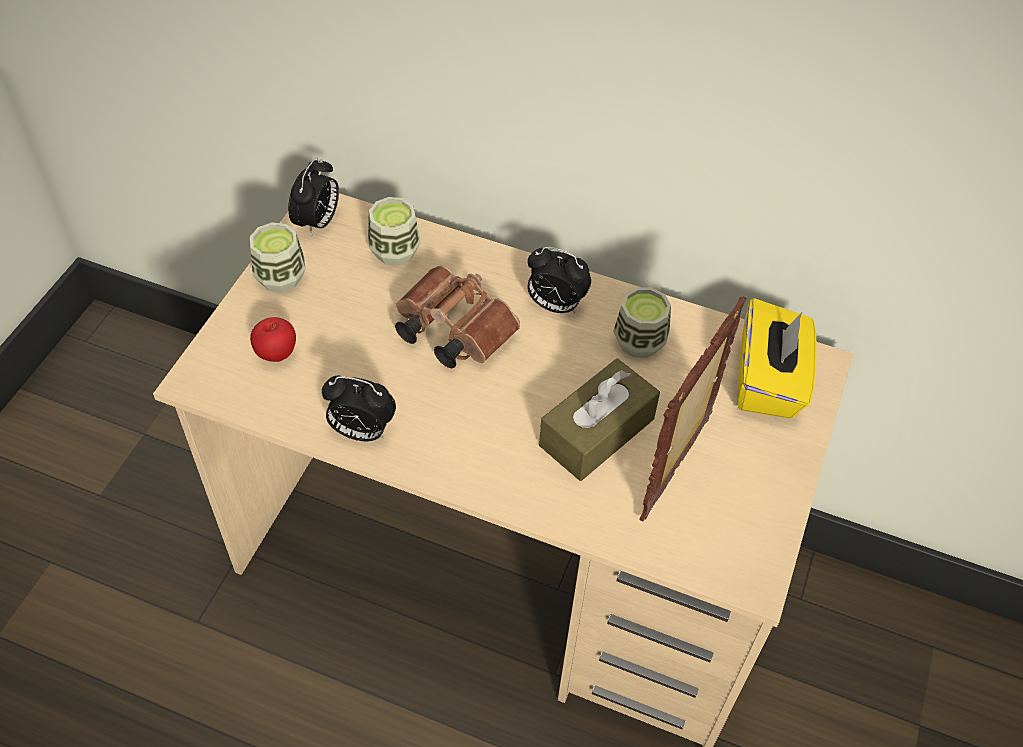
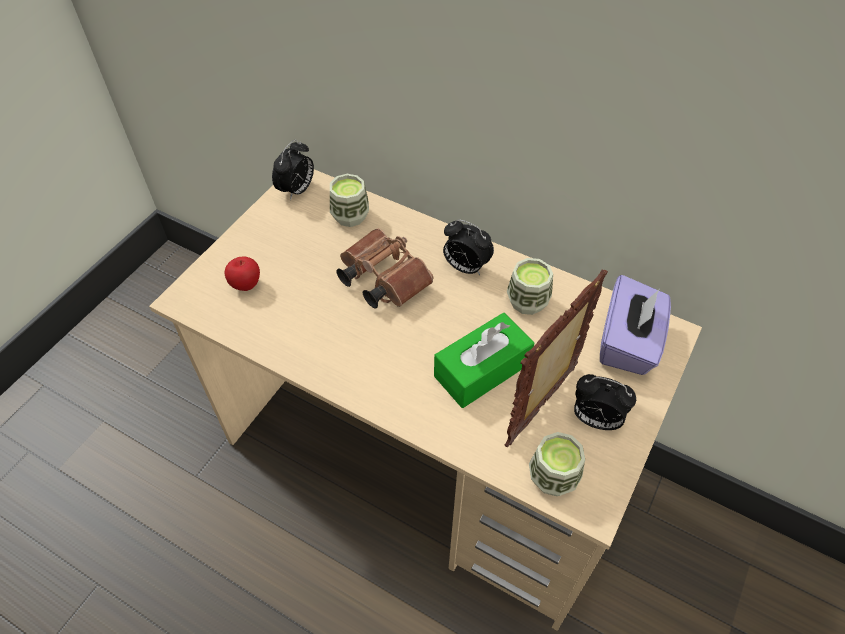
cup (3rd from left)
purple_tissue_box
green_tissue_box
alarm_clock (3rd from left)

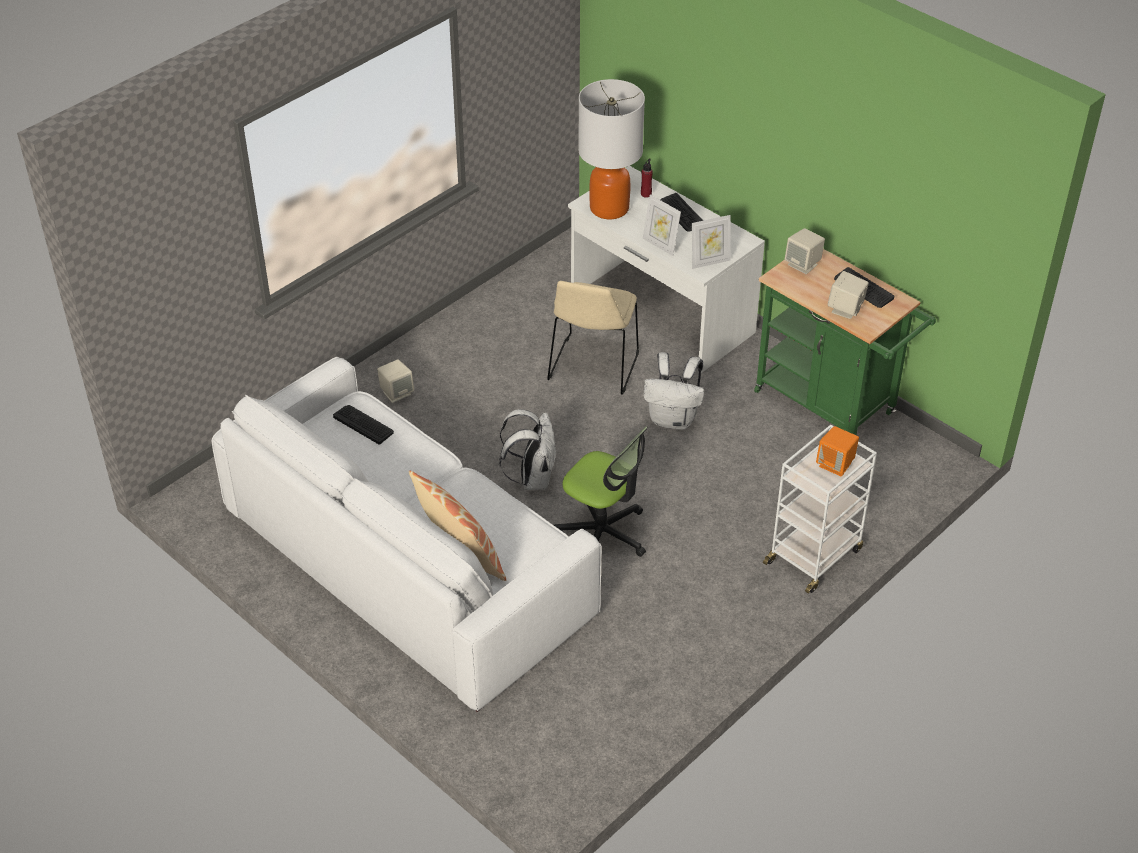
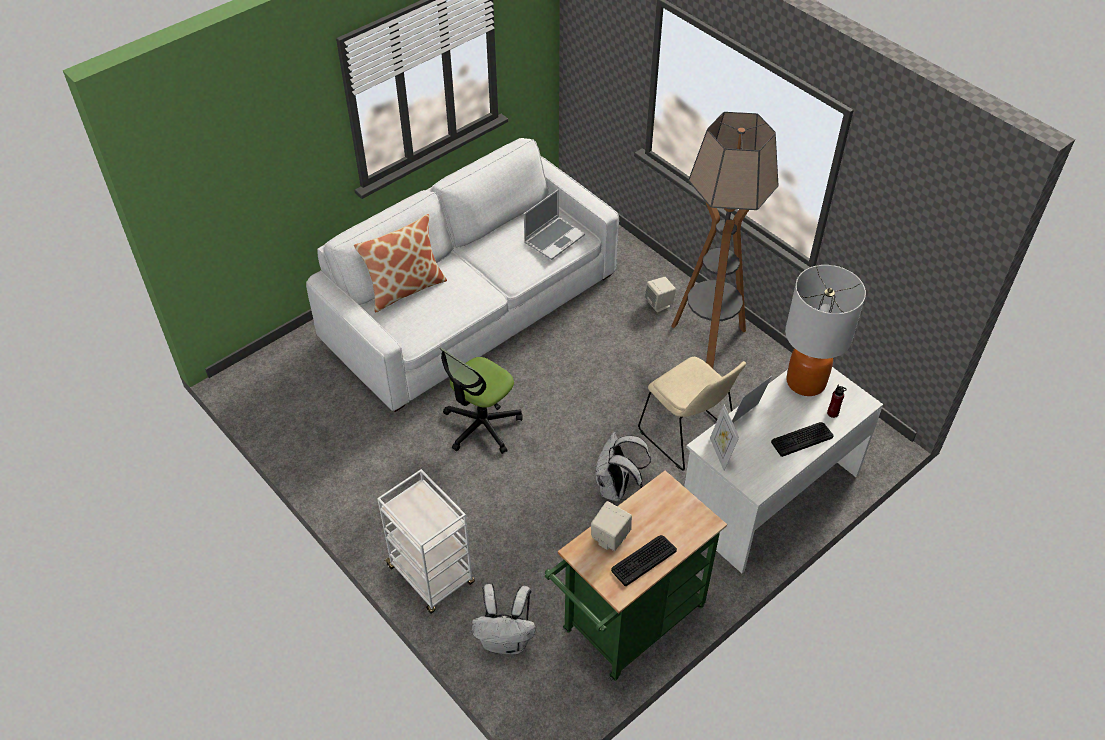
beige_speaker (2nd from left in the first image)
beige_chair
laptop
white_backpack (1st from left)
orange_speaker
floor_lamp

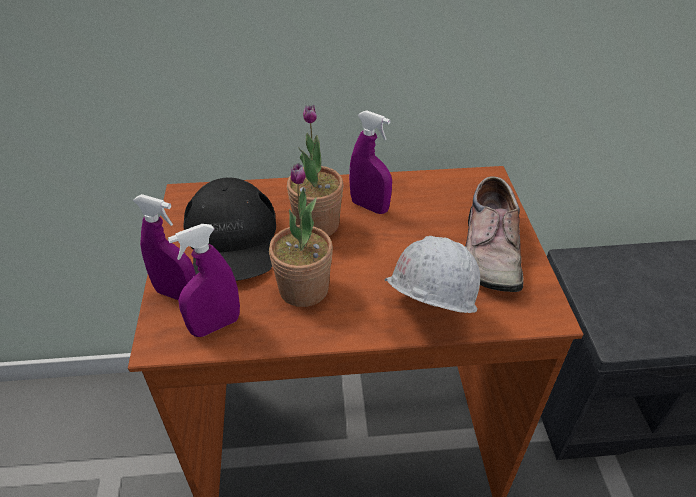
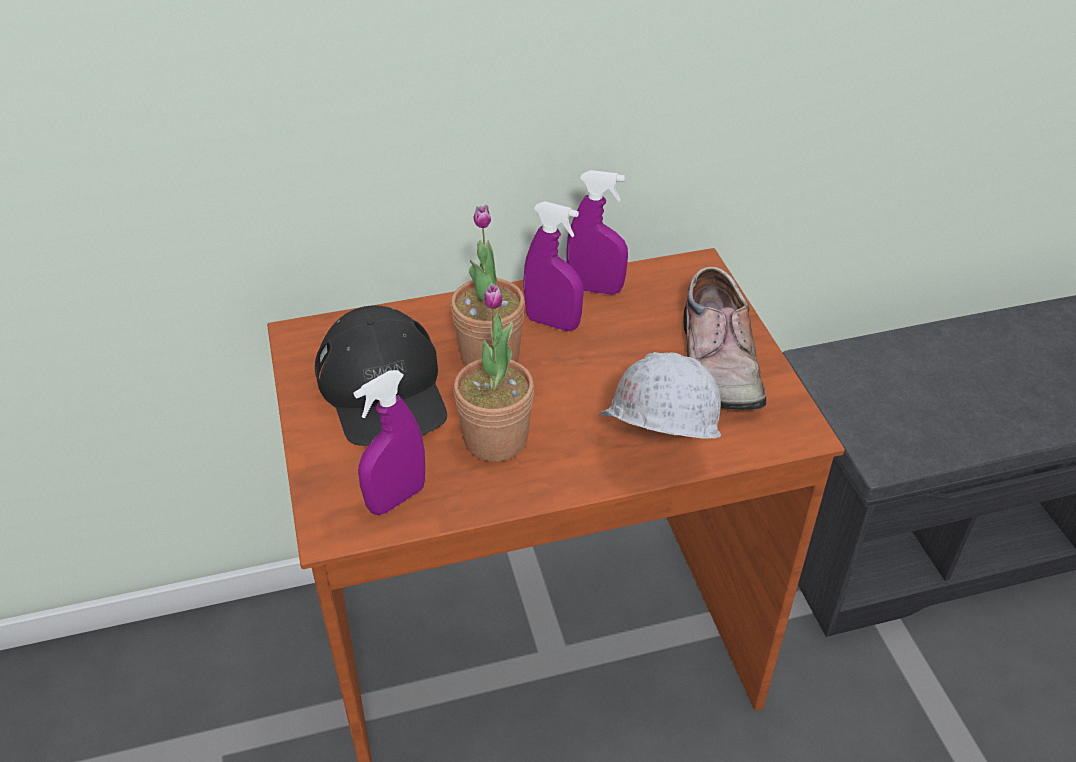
purple_spray_bottle (3rd from left)

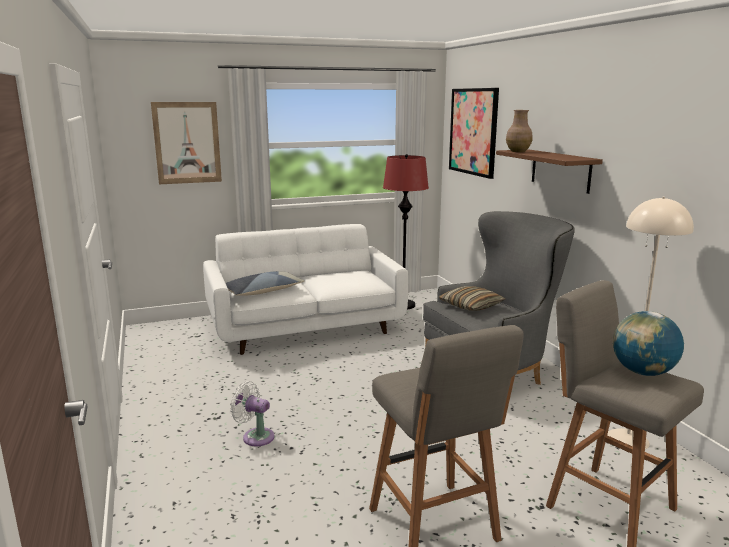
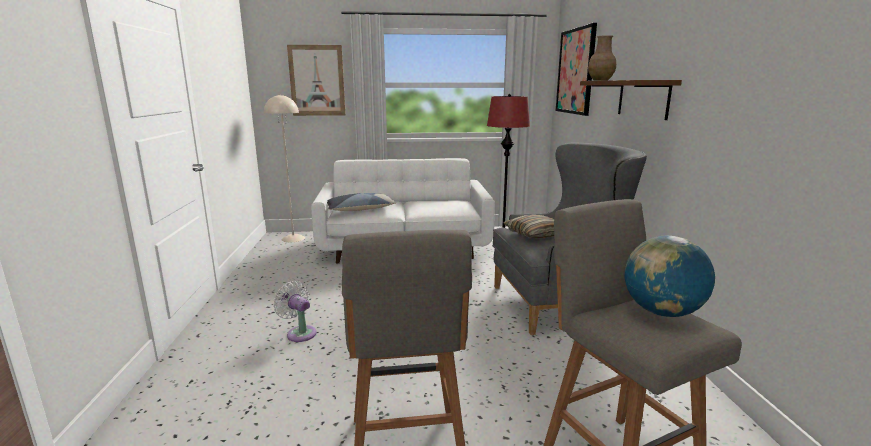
beige_floor_lamp

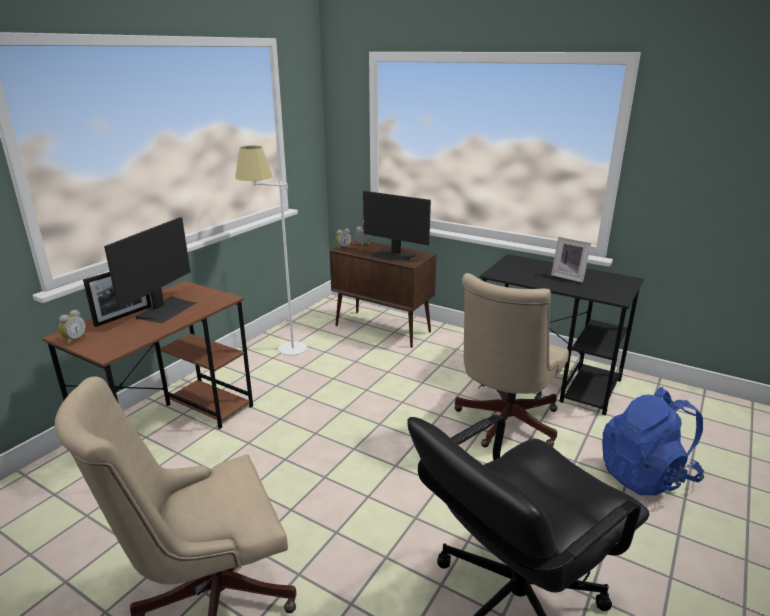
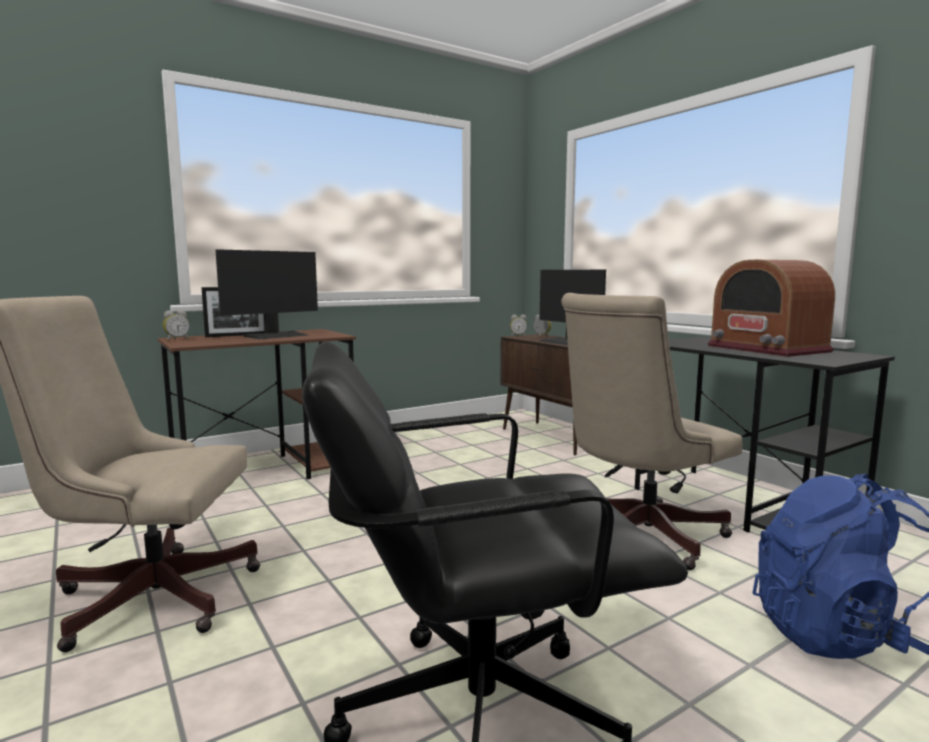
white_floor_lamp
radio

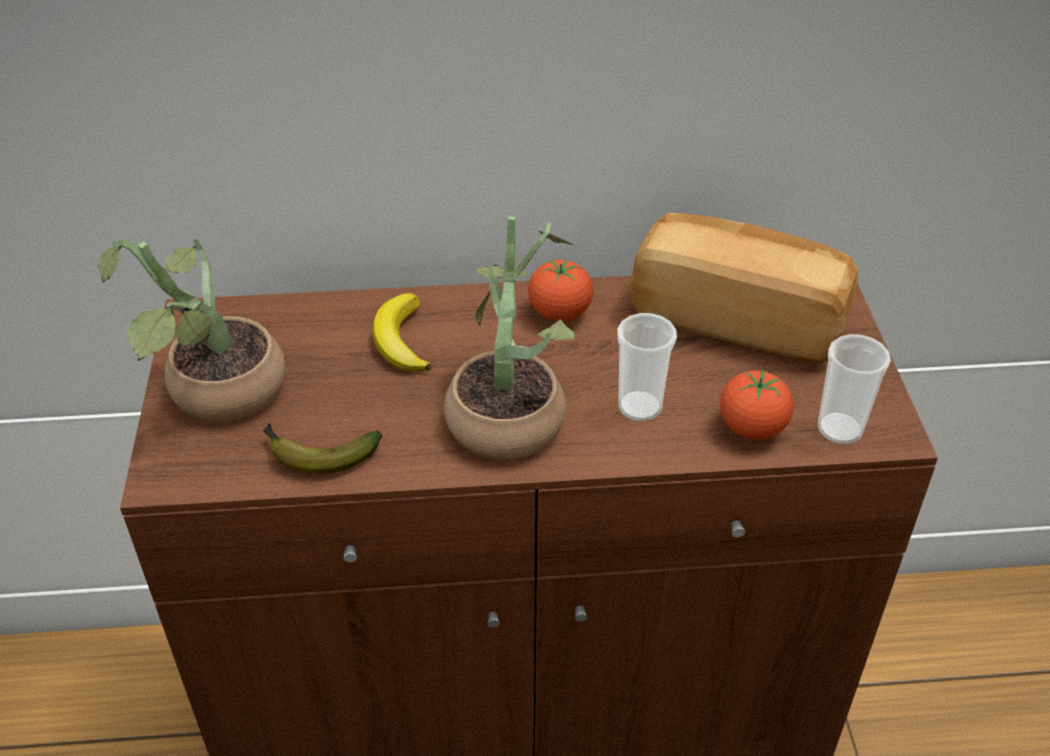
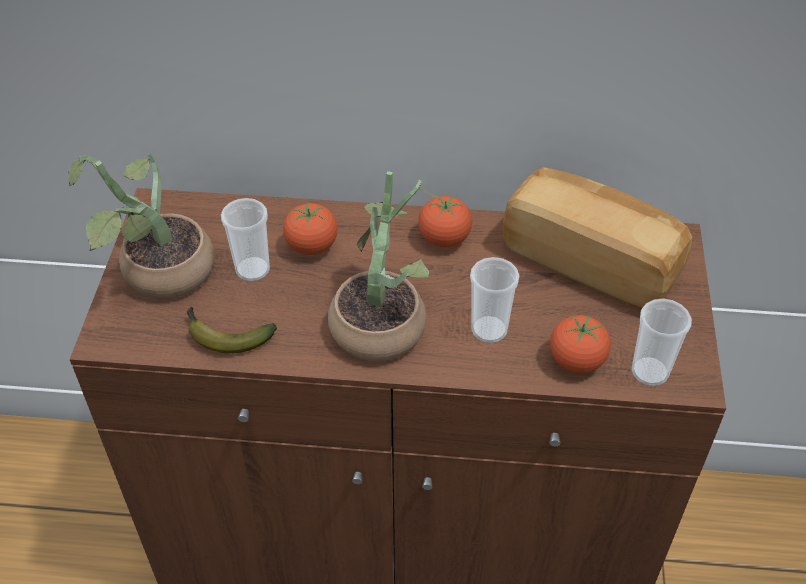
tomato (1st from left)
cup (1st from left)

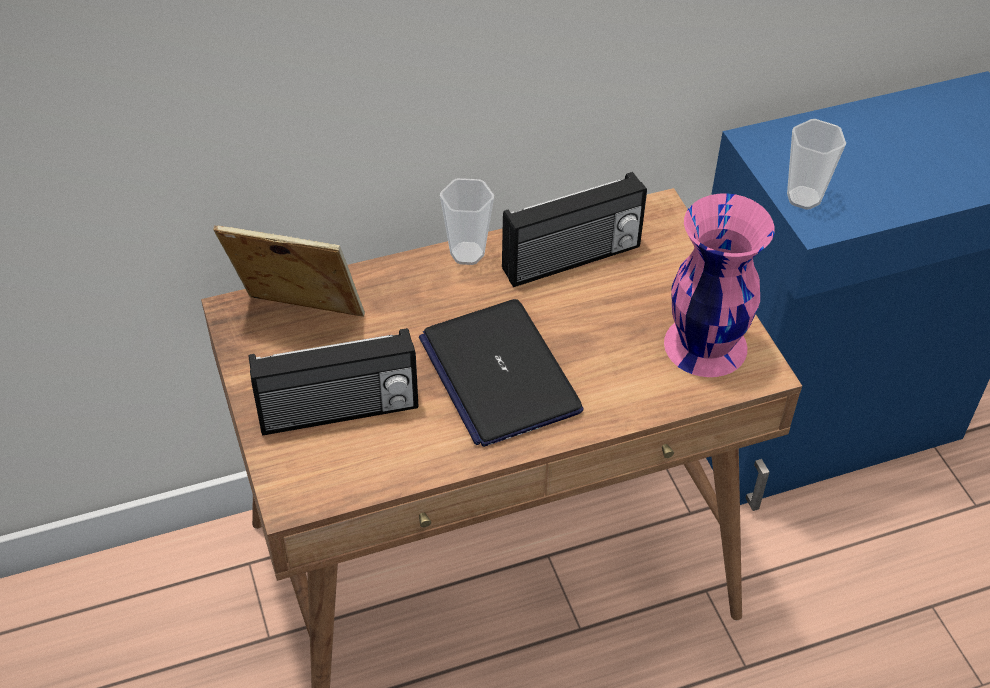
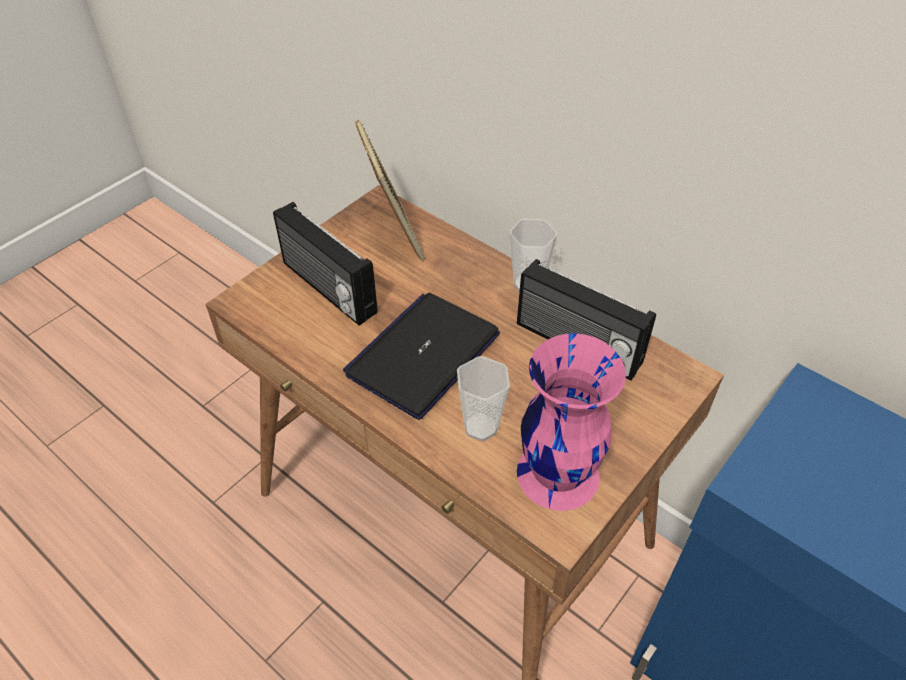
cup (1st from left)

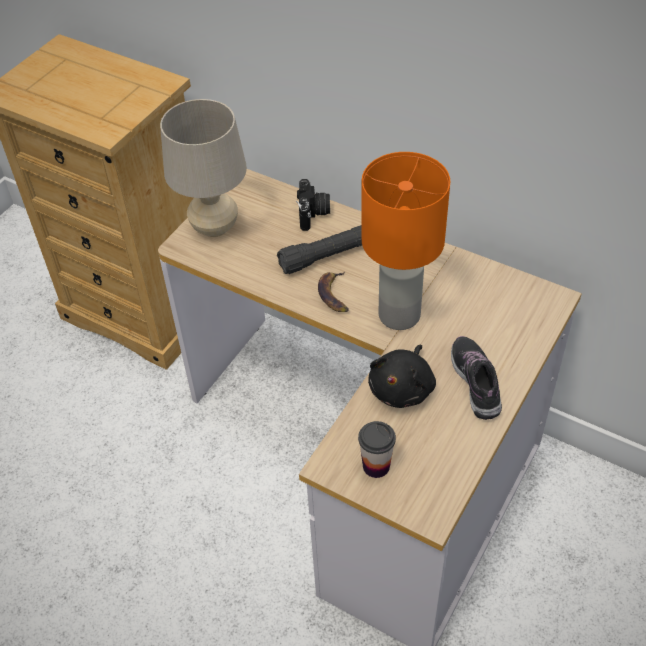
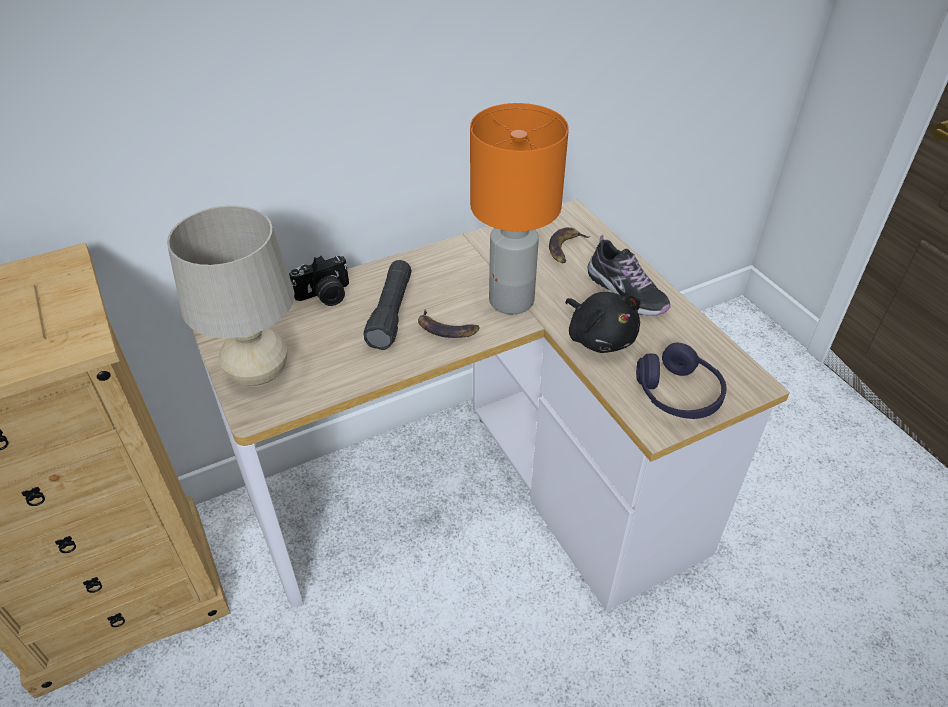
photo_camera
shoe
purple_headphones
banana (2nd from left)

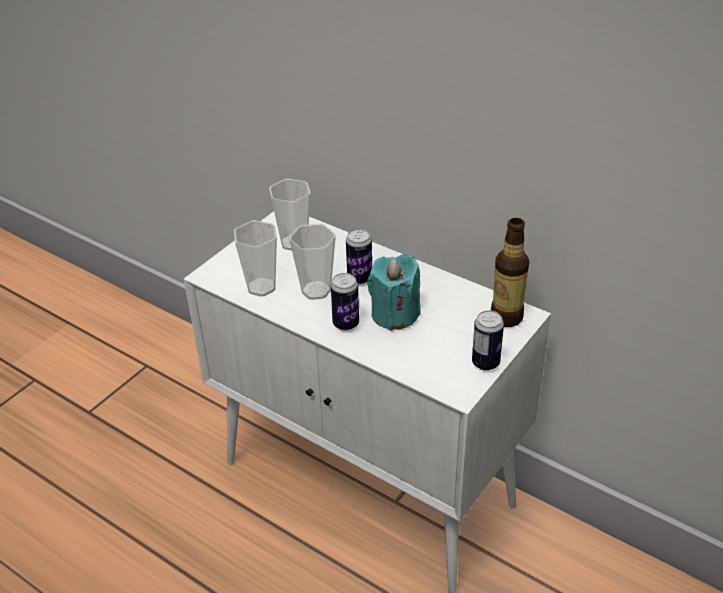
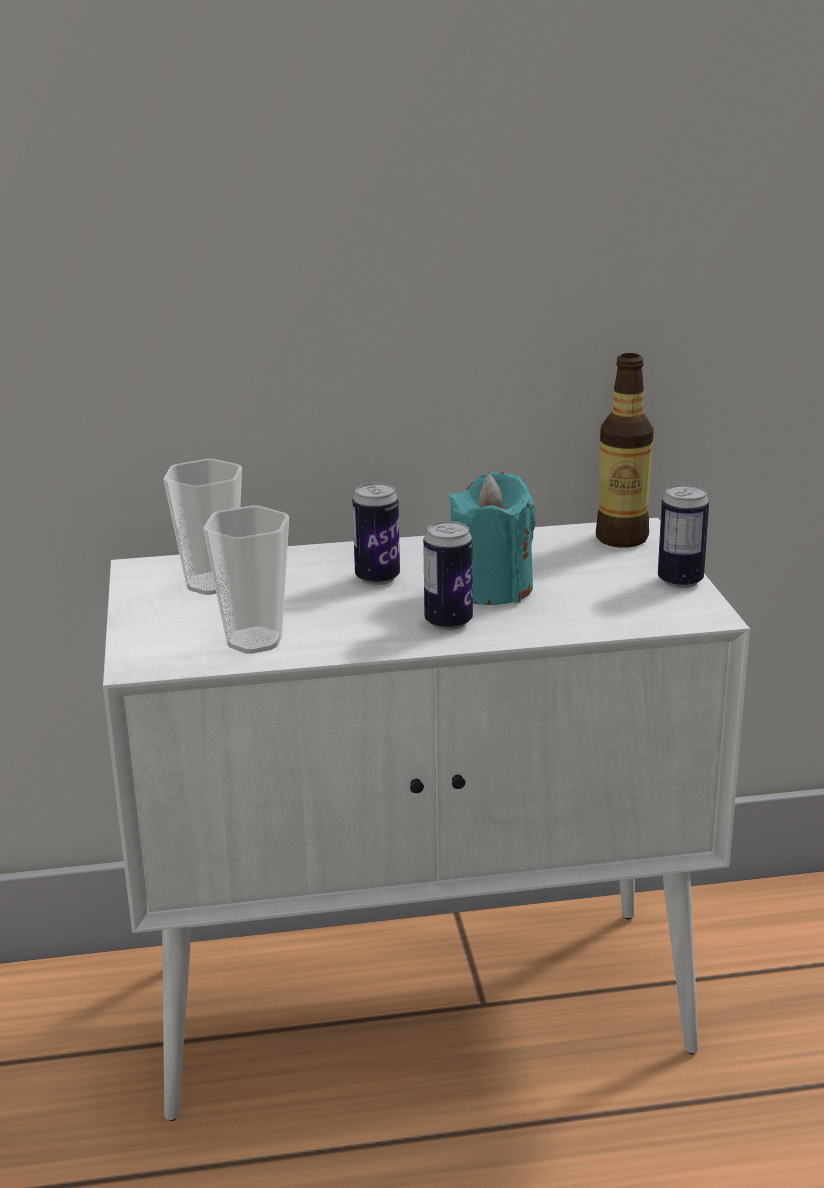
cup (3rd from left in the first image)

